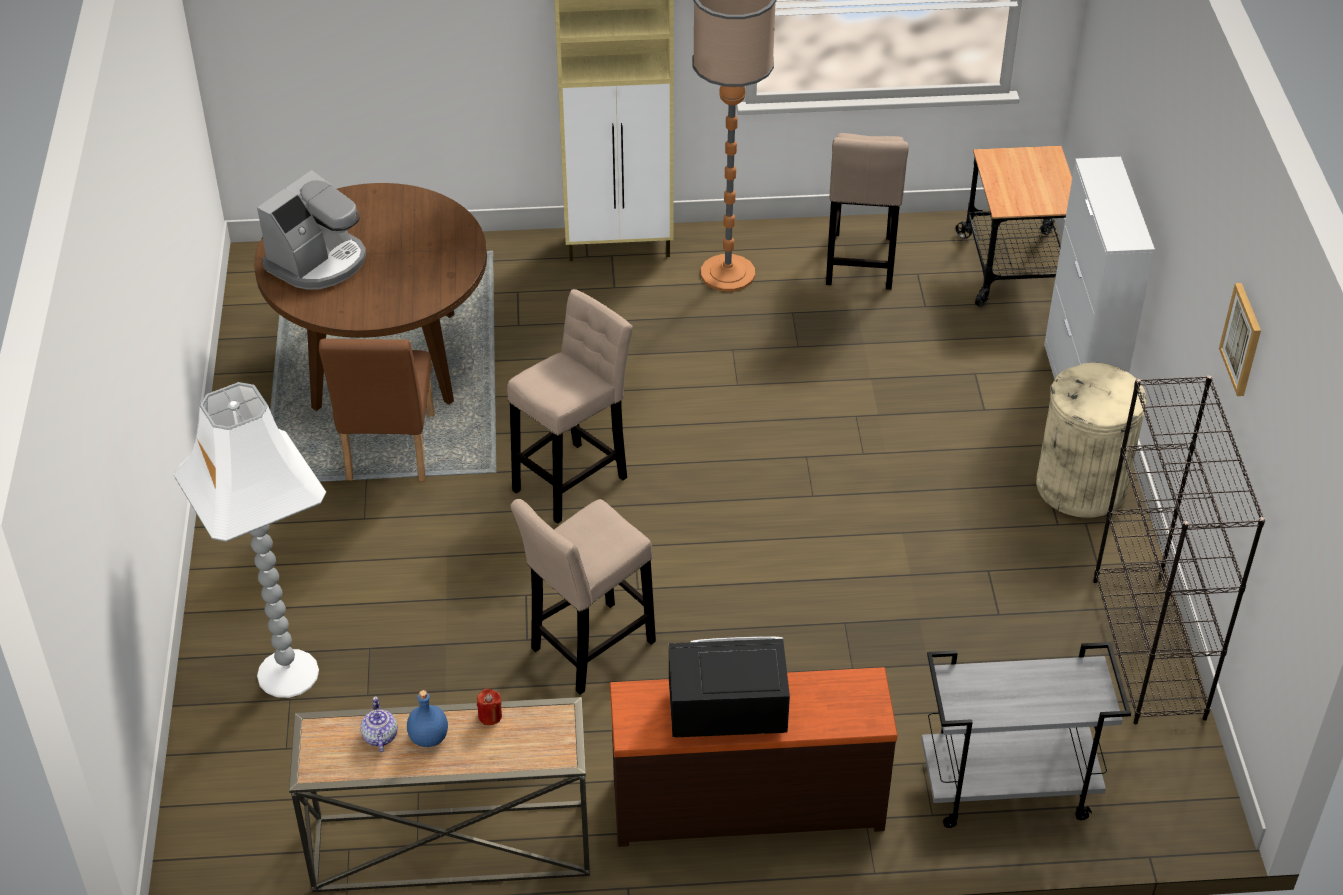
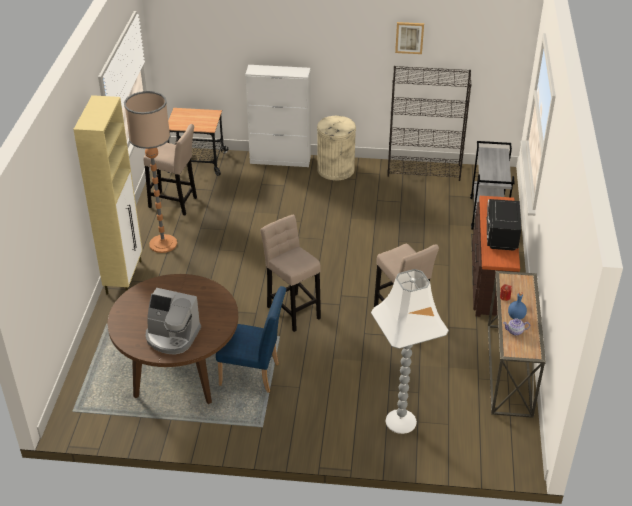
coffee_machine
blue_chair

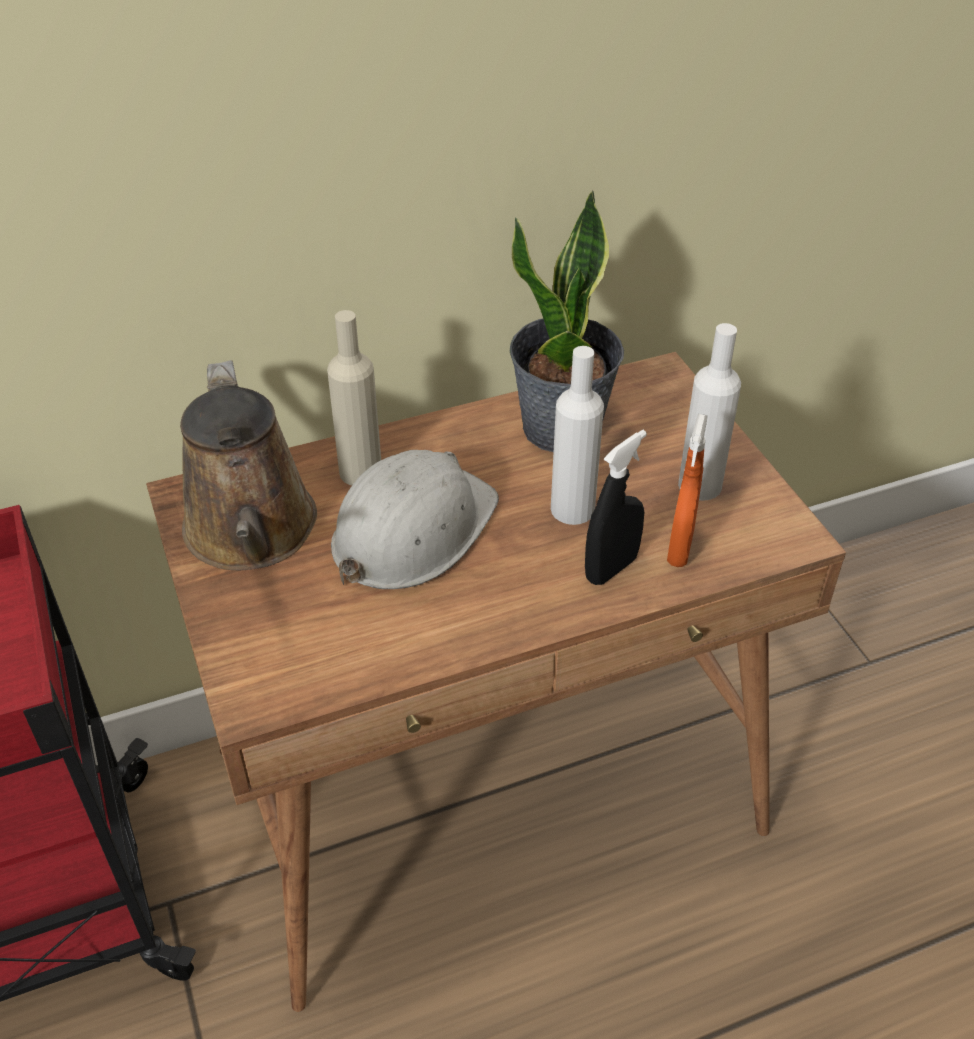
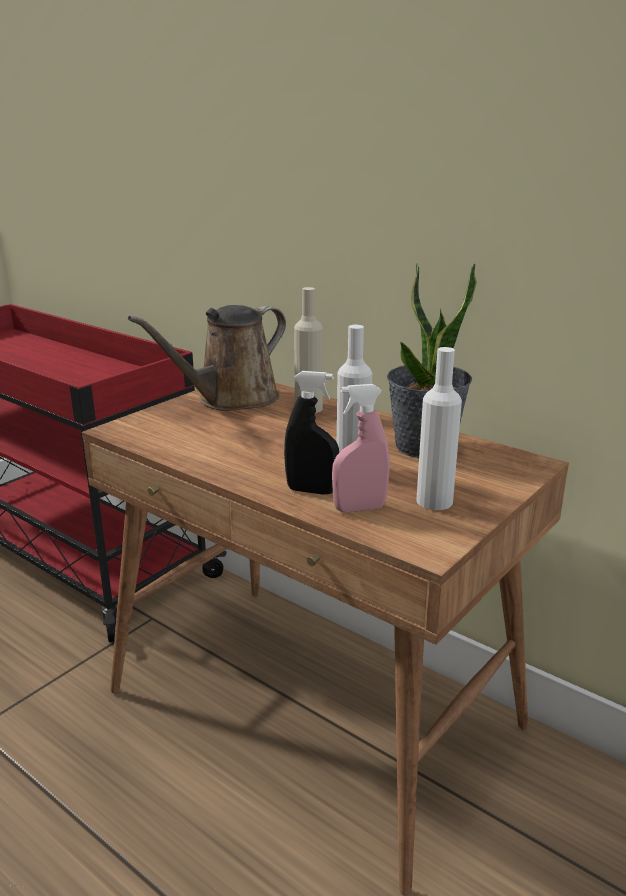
pink_spray_bottle
white_hard_hat

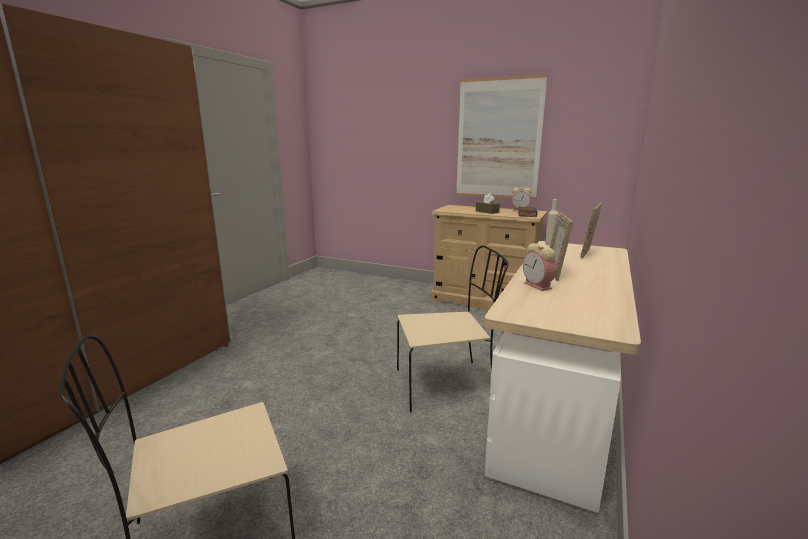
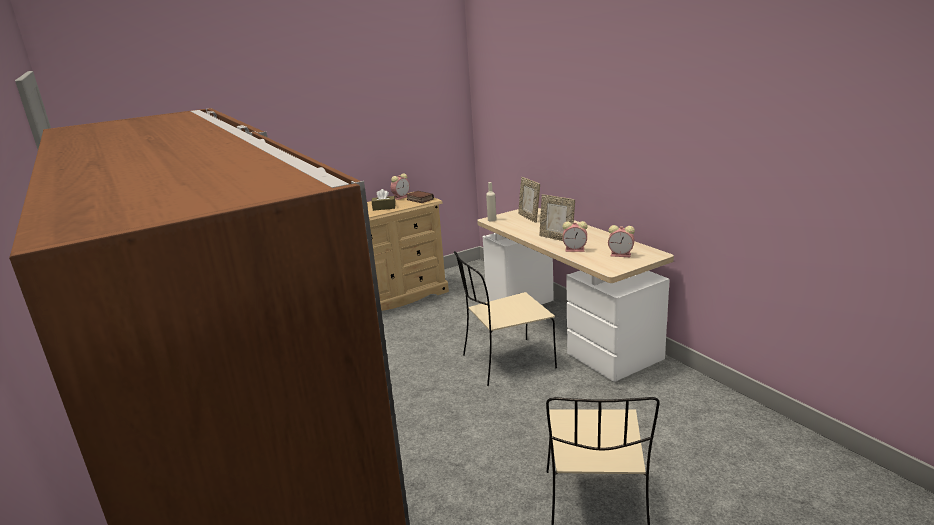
picture
beige_chair (1st from left)
alarm_clock (3rd from left)

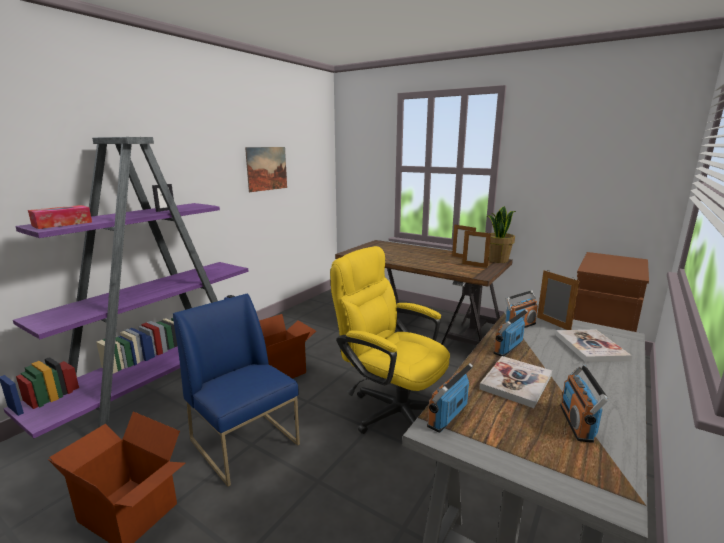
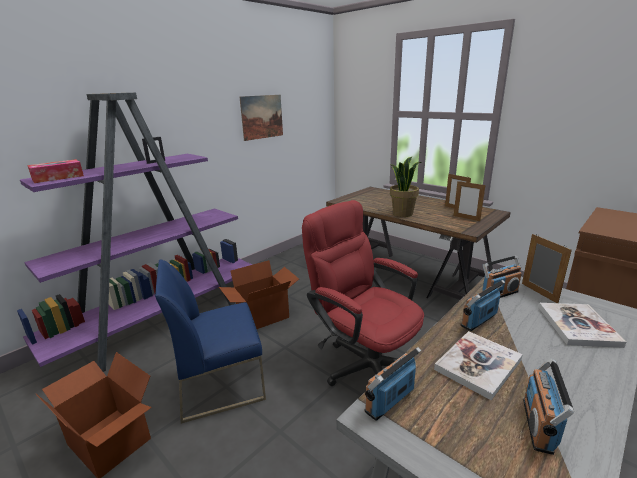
potted_plant
red_office_chair
blue_chair

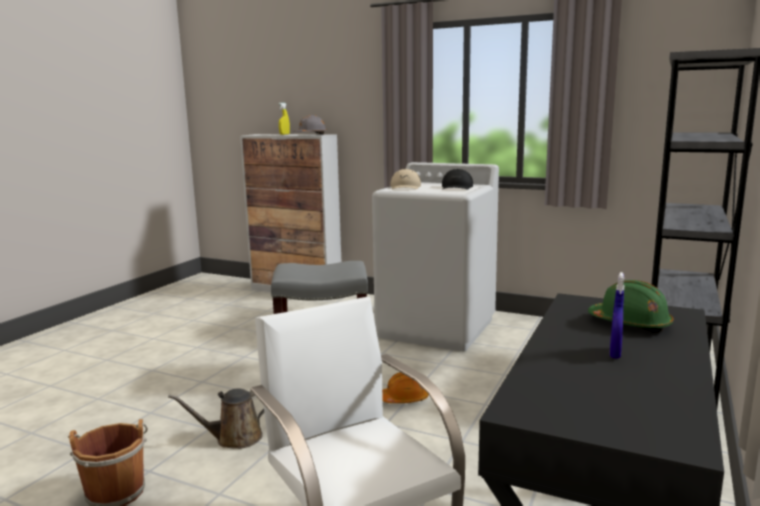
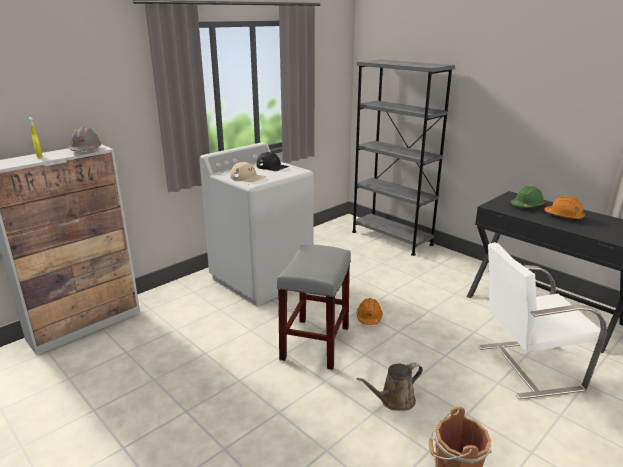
orange_hard_hat (2nd from left)
brown_watering_can

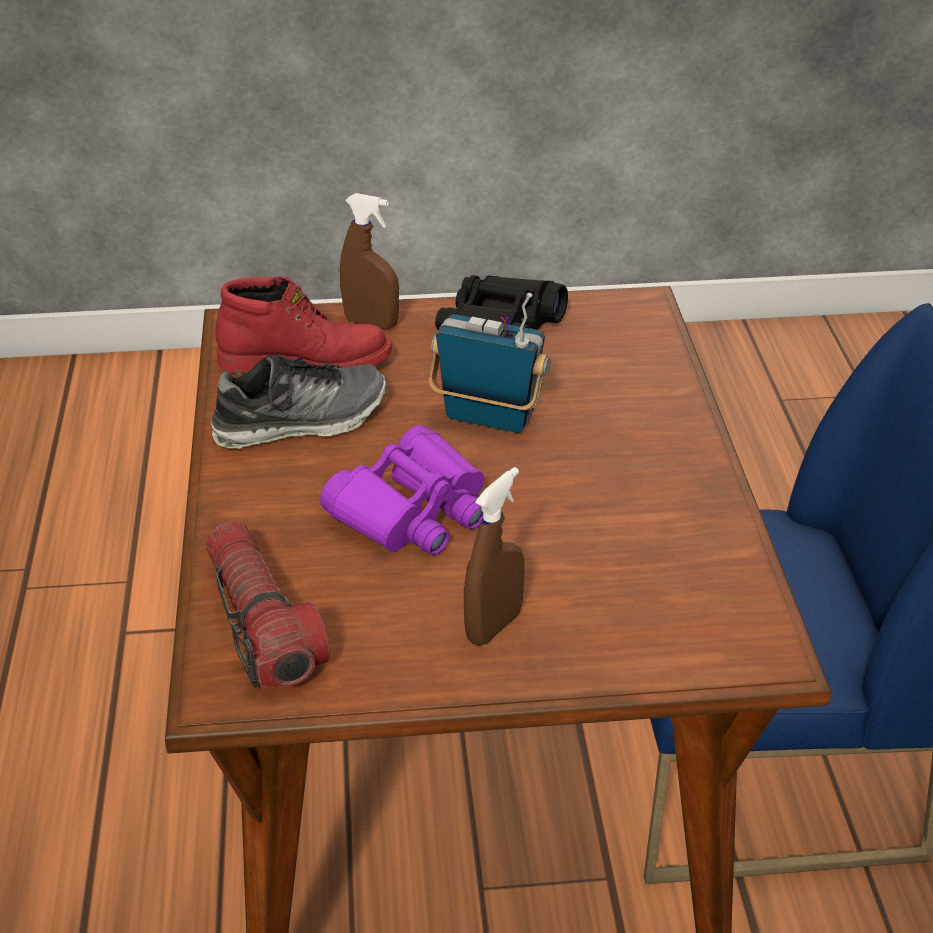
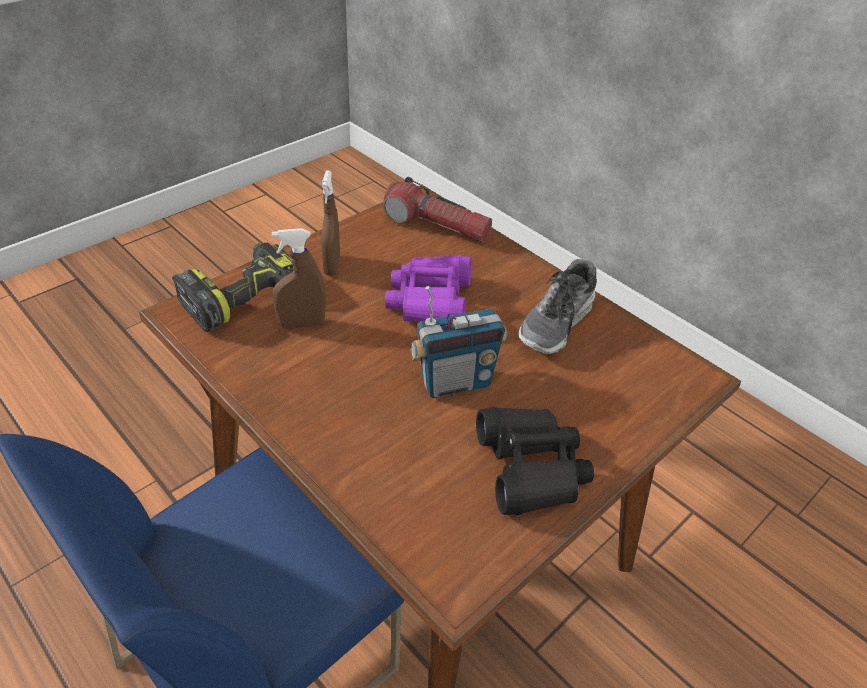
brown_spray_bottle (1st from left)
red_boot
power_drill

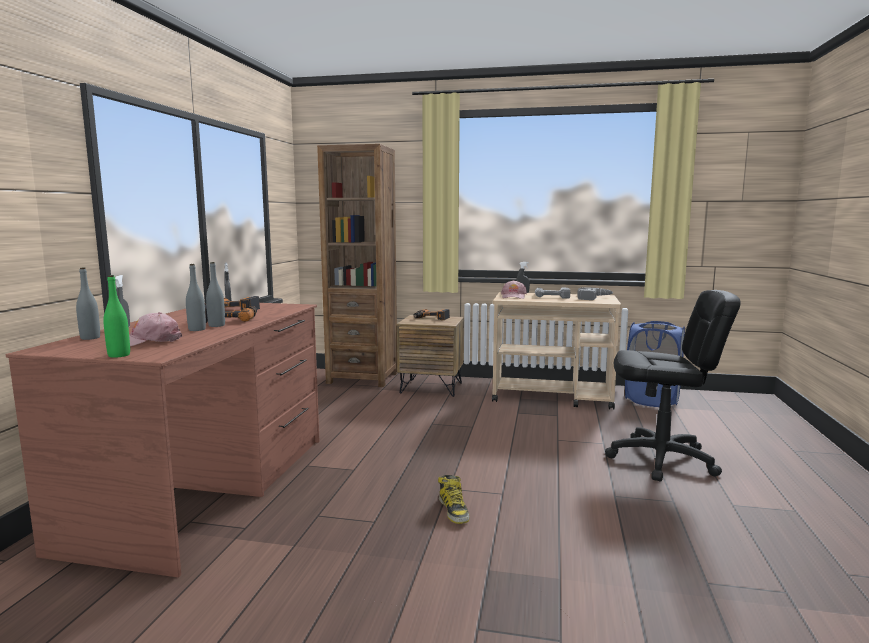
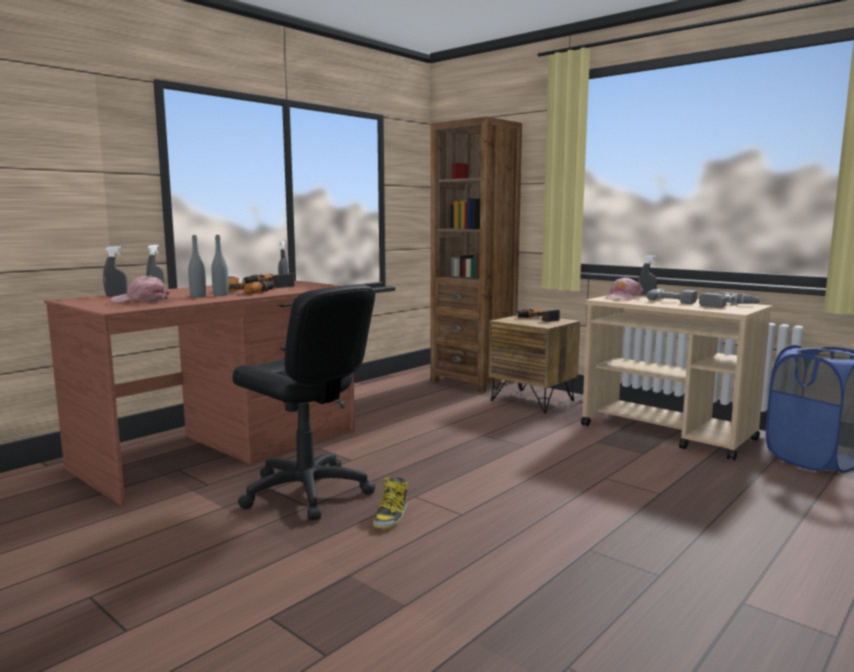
grey_spray_bottle (1st from left)
green_bottle
black_office_chair

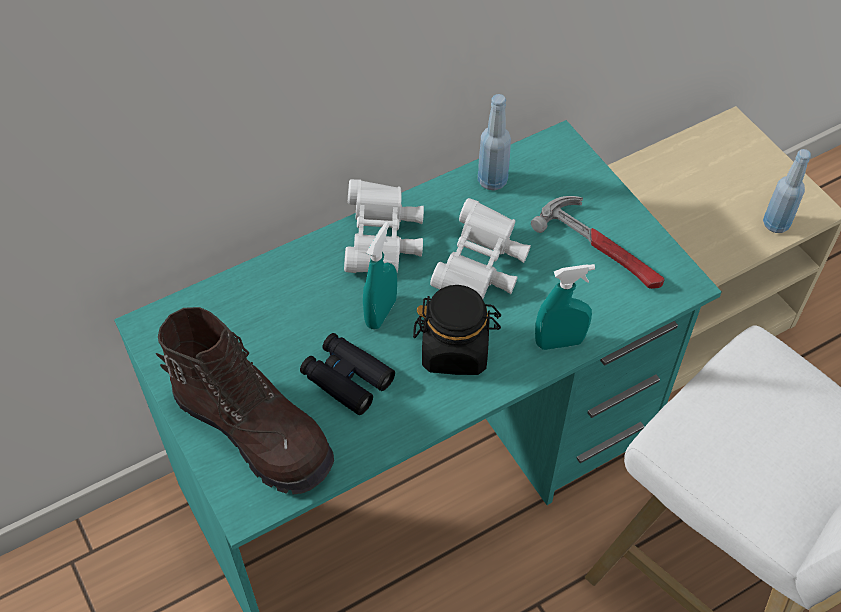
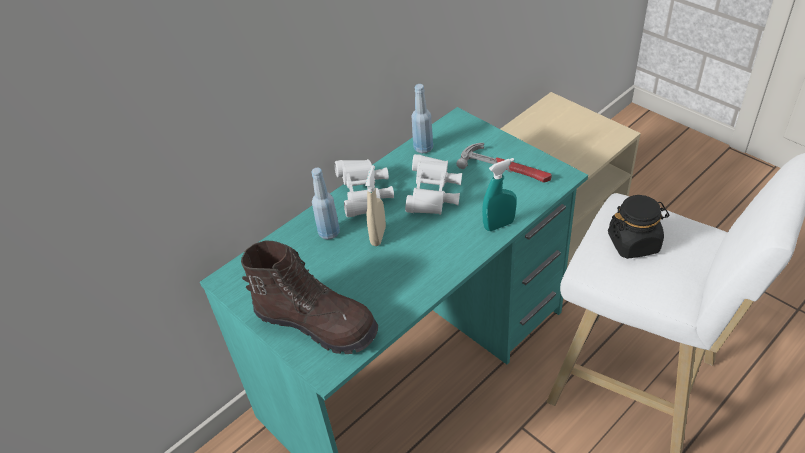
blue_bottle (1st from left)
beige_spray_bottle
black_jar
black_binoculars

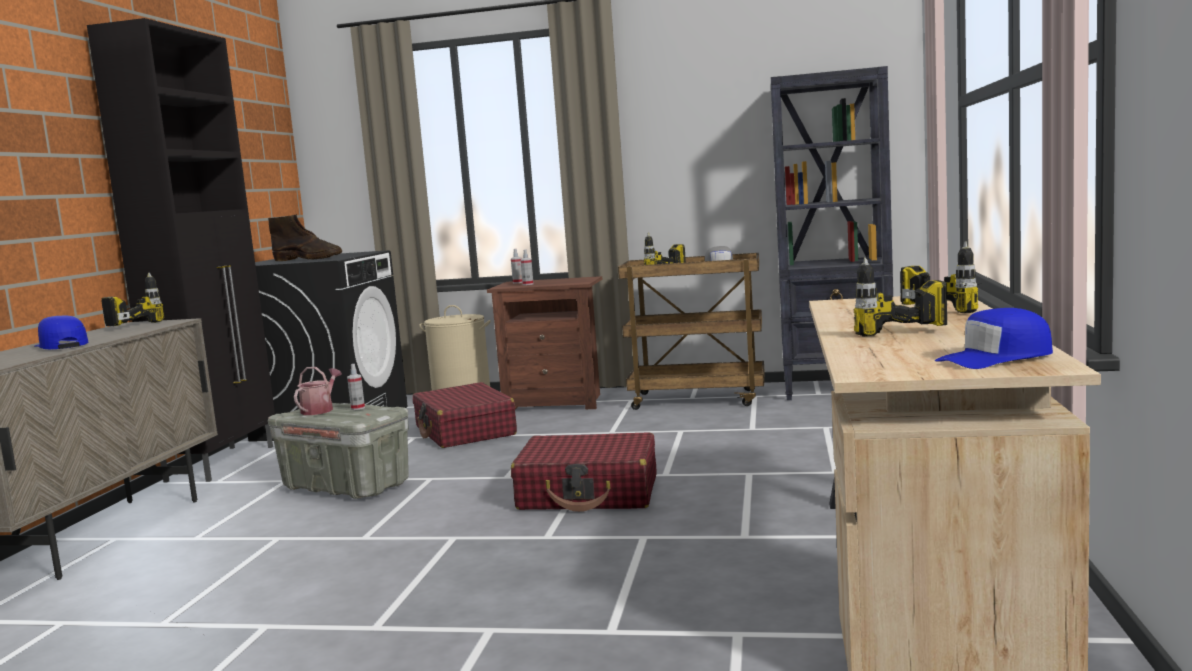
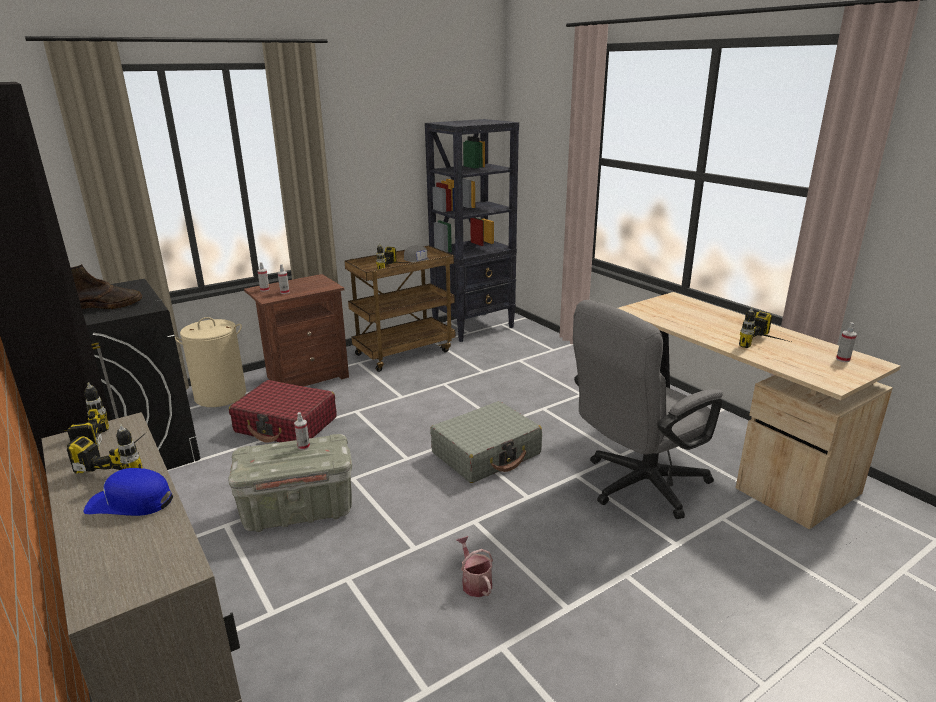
power_drill (2nd from left)
spray_bottle (4th from left)
watering_can
grey_suitcase
grey_office_chair

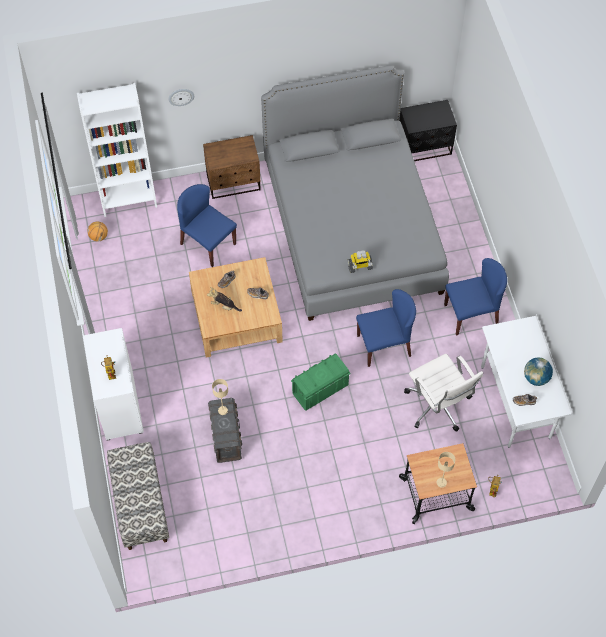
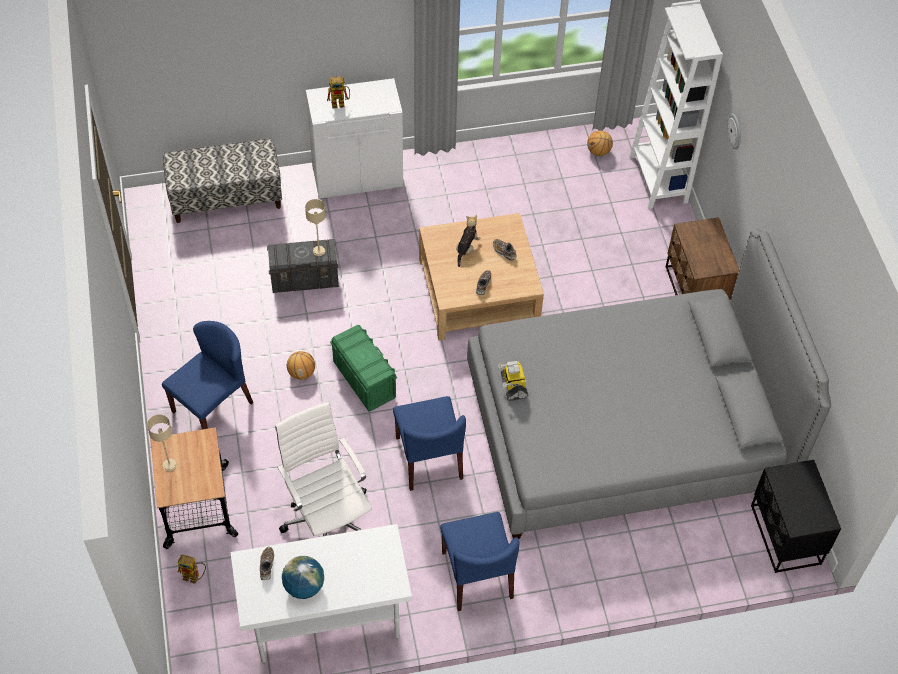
blue_chair (1st from left)
white_office_chair
basketball (1st from left)

